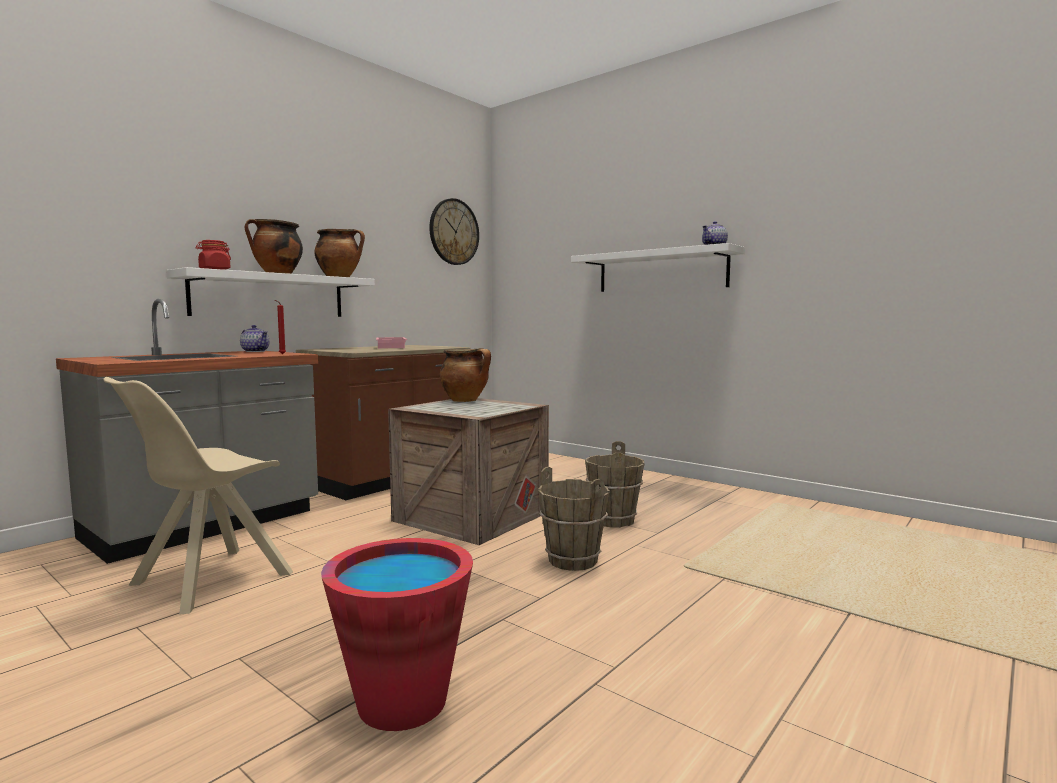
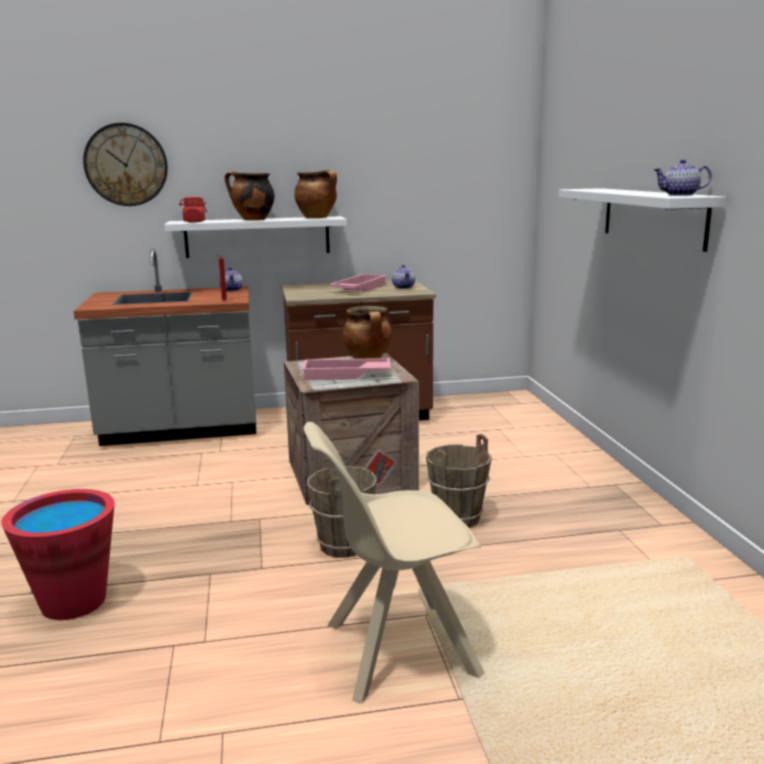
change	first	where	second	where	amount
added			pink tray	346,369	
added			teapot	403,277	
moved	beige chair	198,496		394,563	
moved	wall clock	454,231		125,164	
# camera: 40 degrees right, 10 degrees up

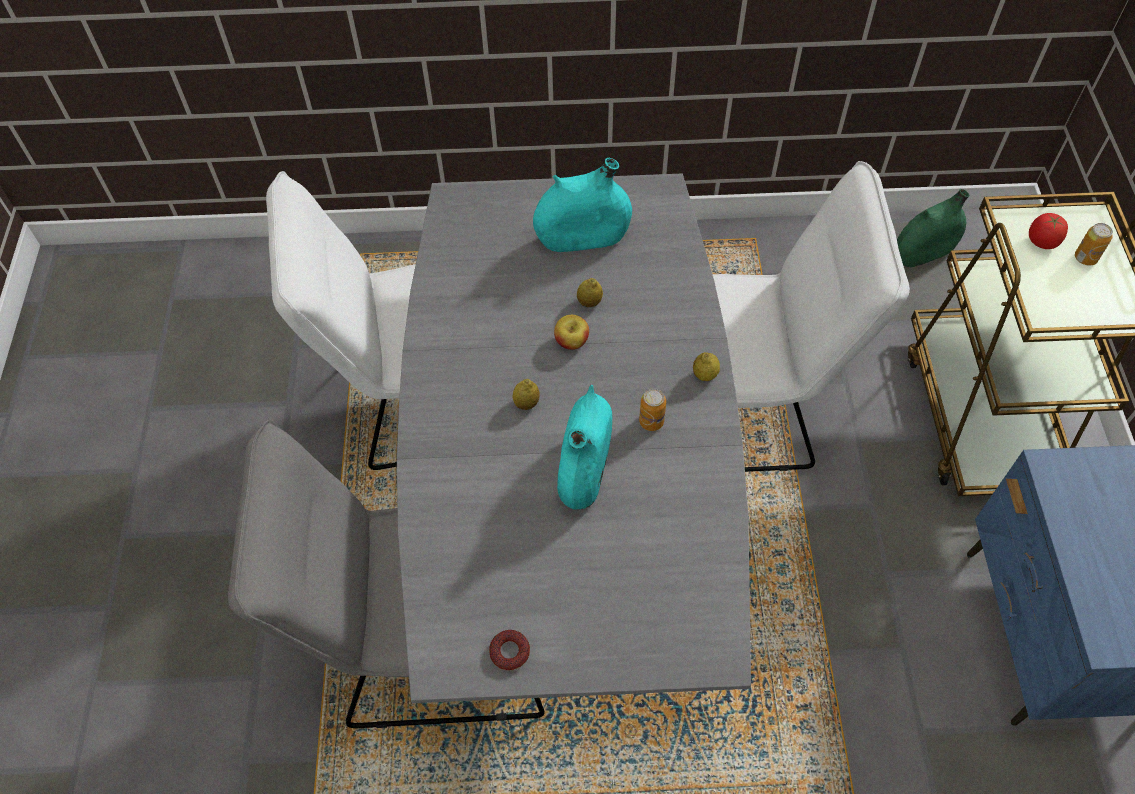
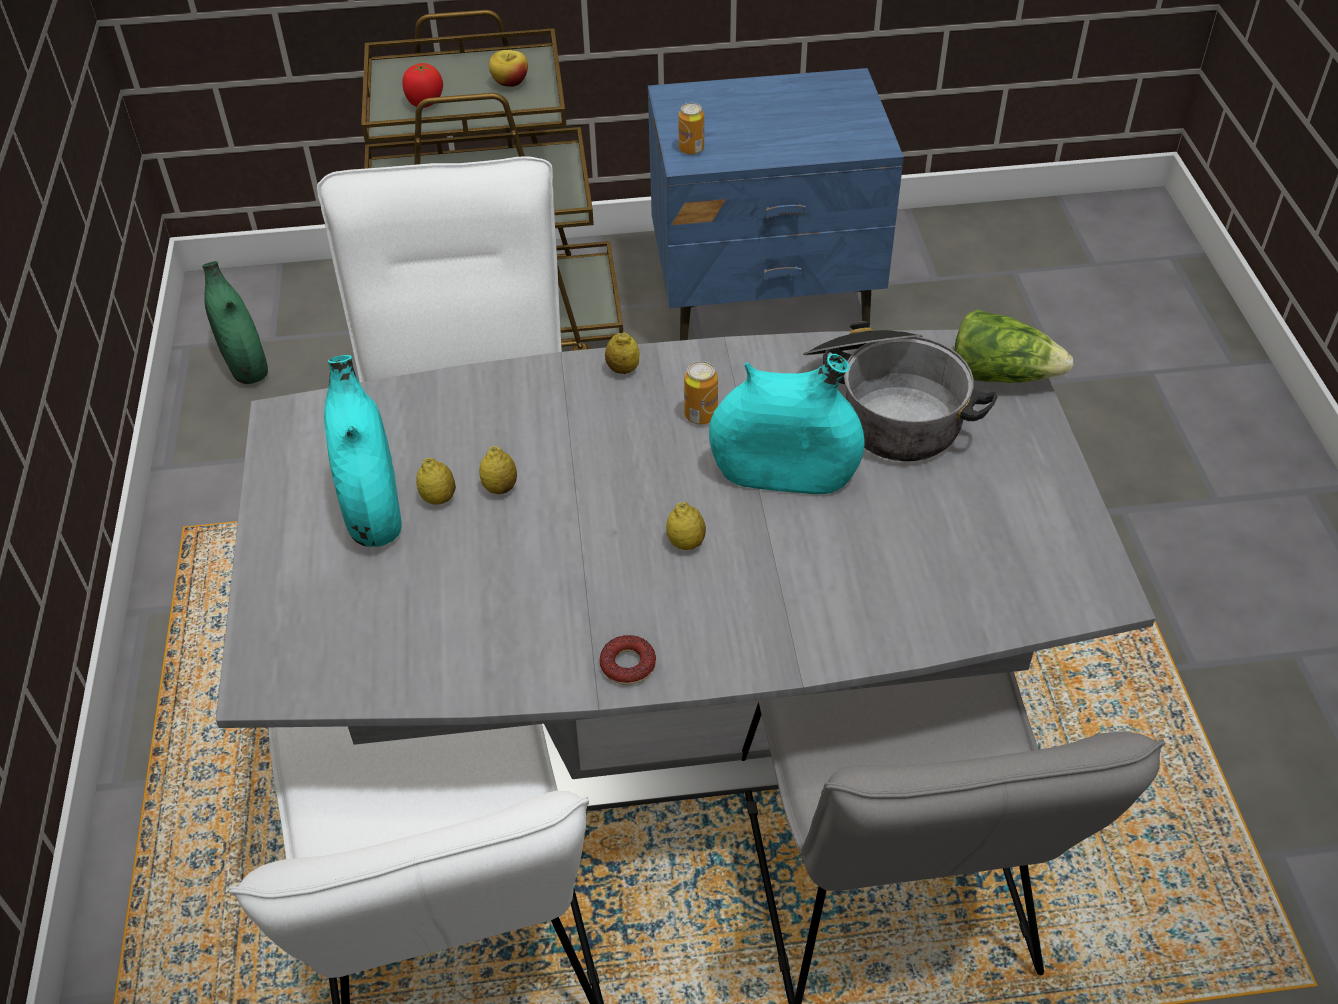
change	first	where	second	where	amount
added			lemon	436,481	
added			cooking pot	900,391	
added			lettuce	1014,346	
moved	donut	509,650		628,660	
moved	apple	571,332		508,68	
moved	can	1094,244		691,129	
# camera: 95 degrees left, 10 degrees down

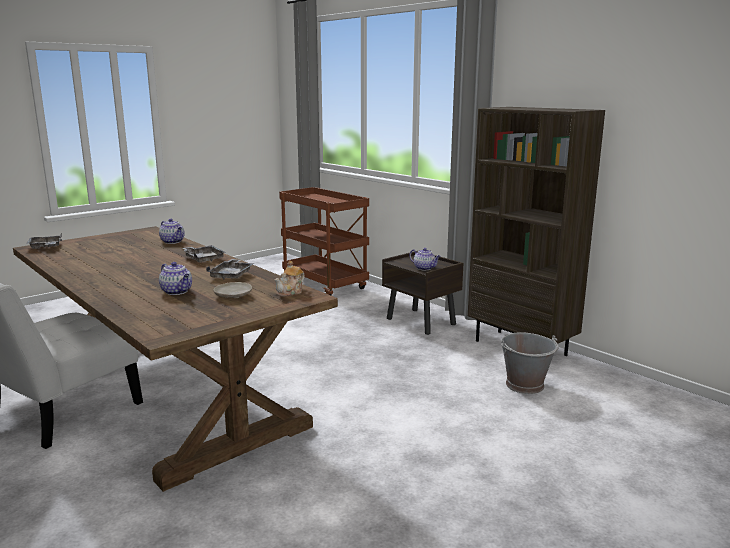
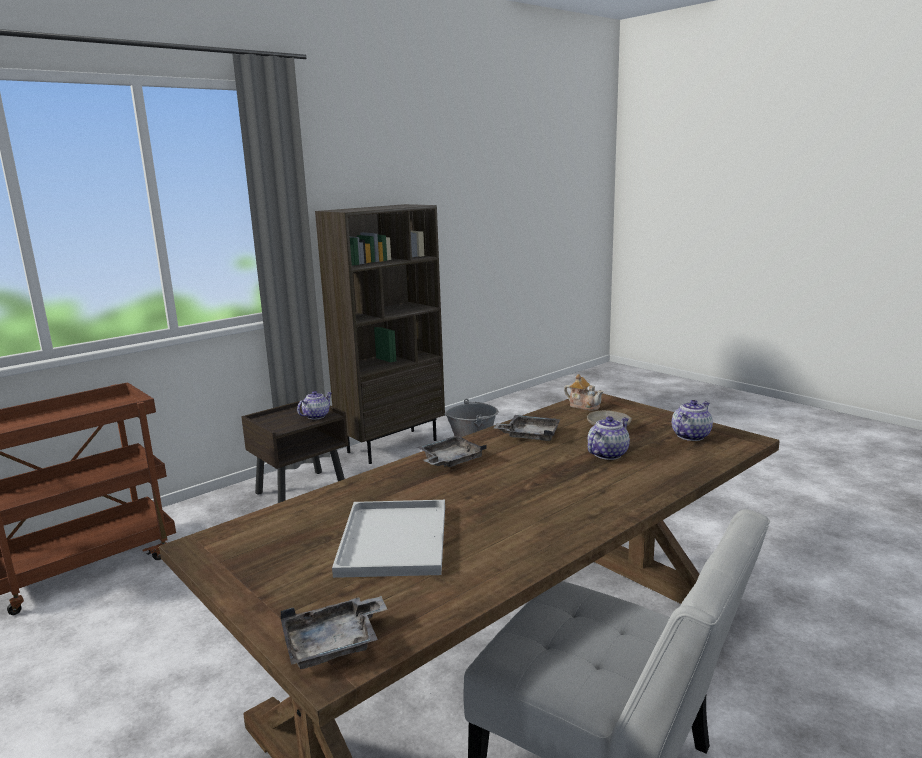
change	first	where	second	where	amount
added			white tray	388,539	
moved	teapot	172,231		692,420	
# camera: 90 degrees left, 0 degrees up

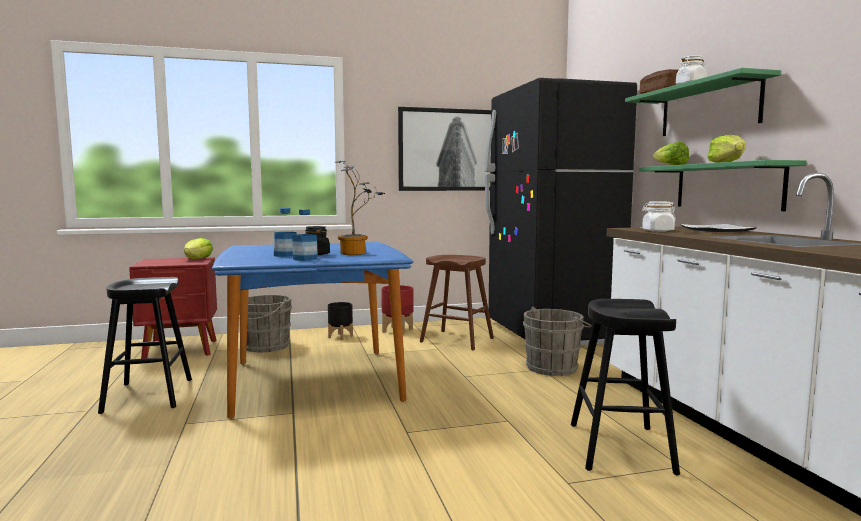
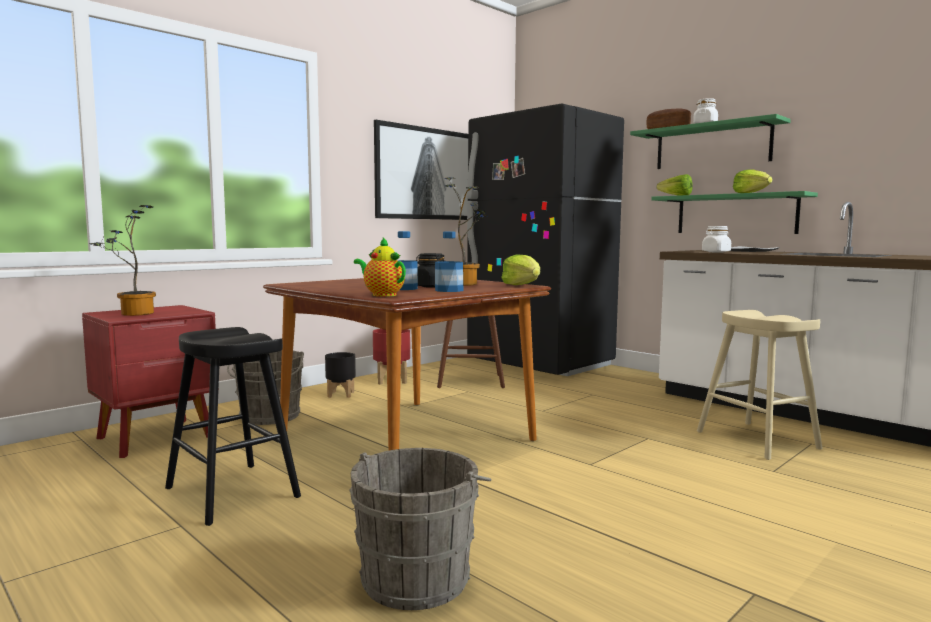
change	first	where	second	where	amount
added			potted plant	122,260	
added			teapot	380,267	
moved	lettuce	198,248		520,269	
moved	grey bucket	557,341		420,529	
recoloured	blue dining table	312,330	brown dining table	407,364	
recoloured	black stool	625,387	beige stool	760,385	
# camera: 30 degrees left, 0 degrees up

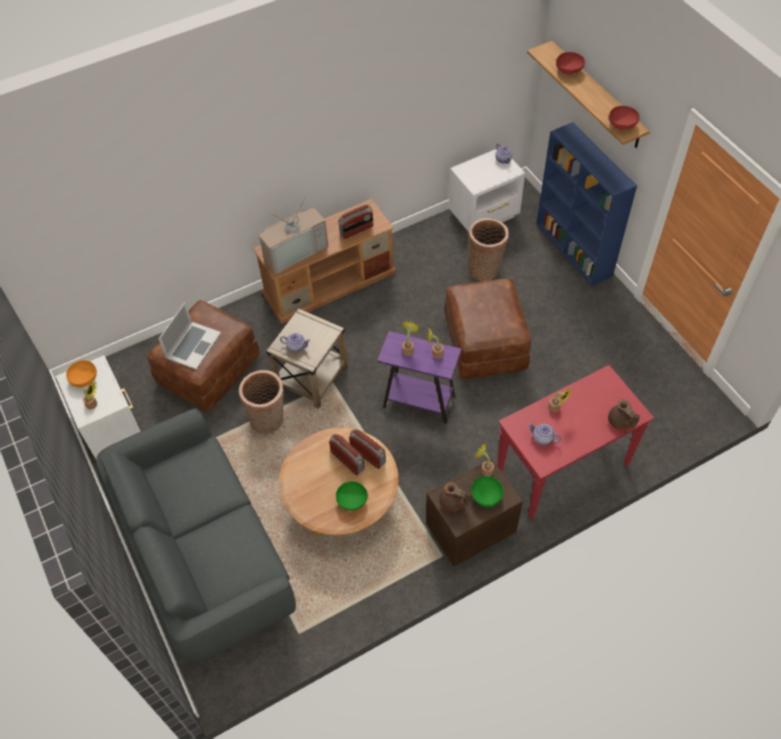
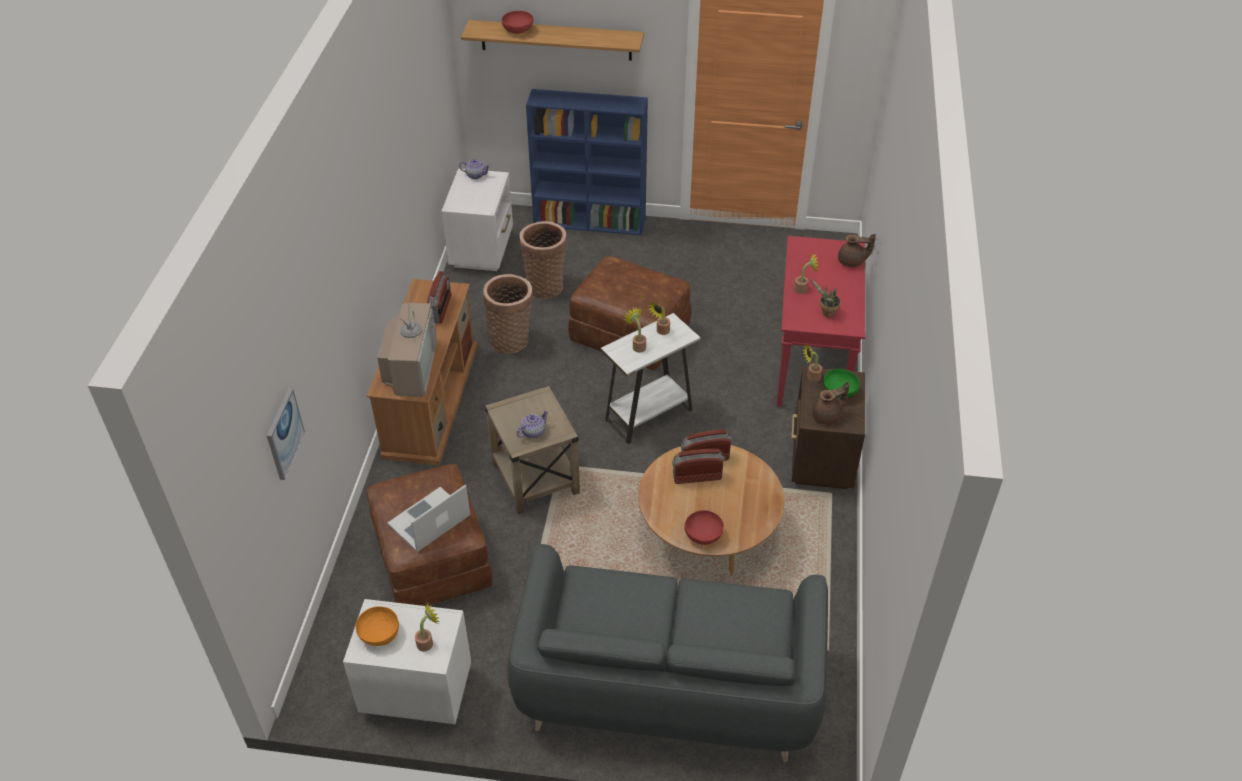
change	first	where	second	where	amount
removed	green bowl	352,495			
added			picture	286,434	
moved	basket	261,402		508,314	
moved	red bowl	624,118		704,527	
replaced	teapot	544,434	potted plant	826,298	
recoloured	purple side table	419,377	white side table	650,378	
turned	laptop	190,336		428,518	105 degrees counterclockwise
# camera: 55 degrees left, 10 degrees down

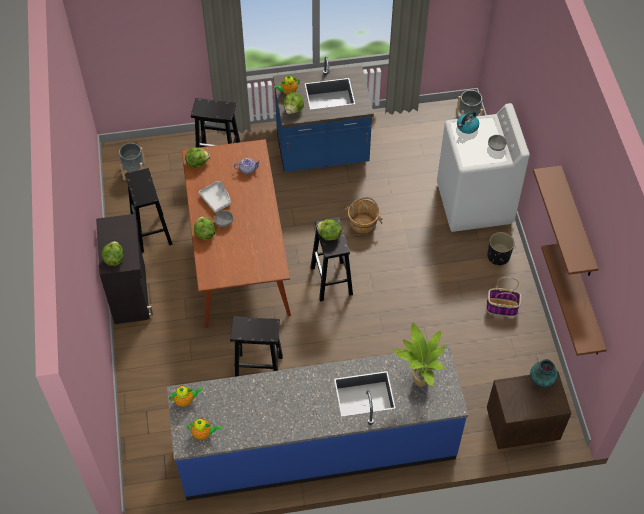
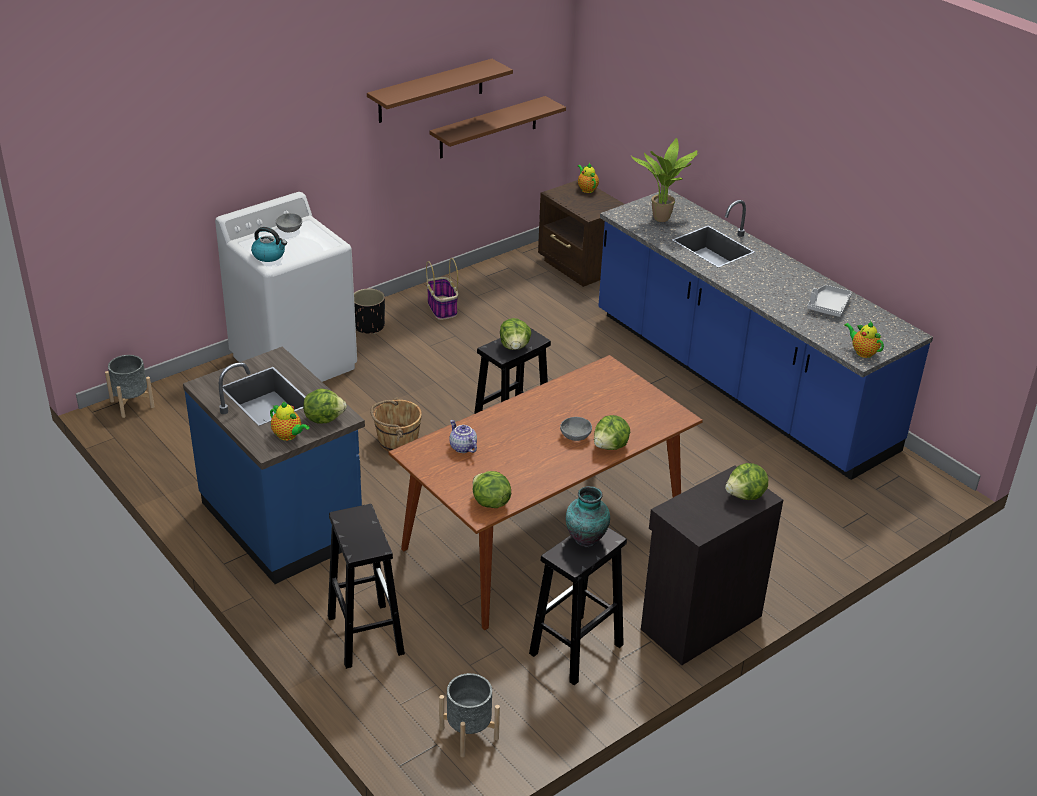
change	first	where	second	where	amount
removed	black stool	256,346			
moved	teapot	204,428		588,178	
moved	grey tray	215,197		829,301	
moved	vase	544,374		588,516	
# camera: 120 degrees left, 20 degrees down

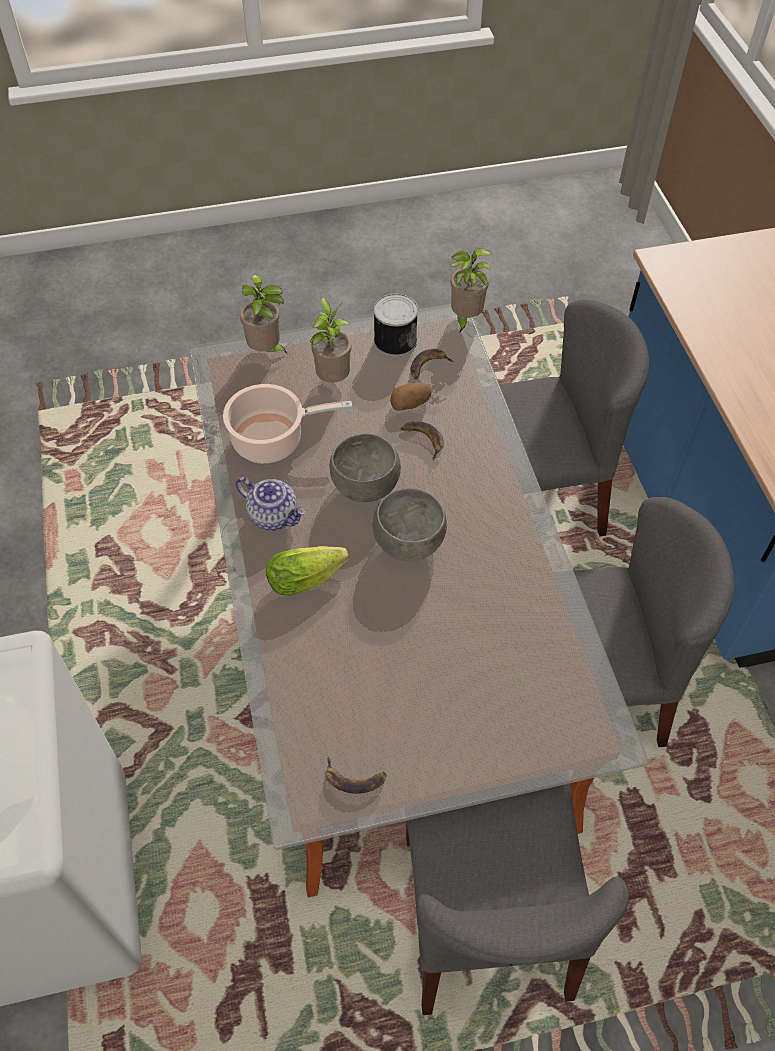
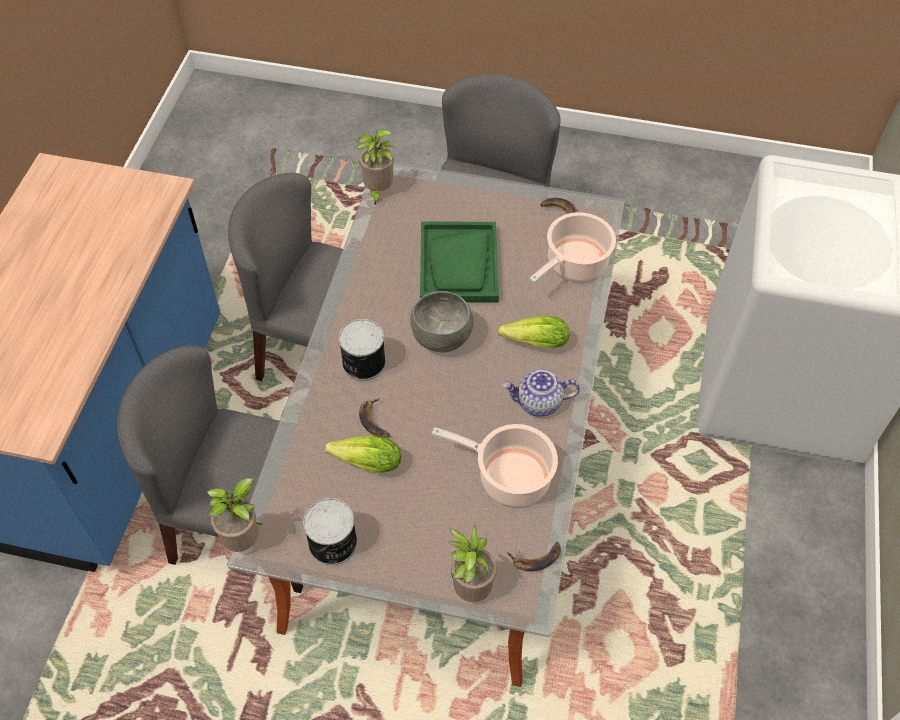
change	first	where	second	where	amount
removed	grey bowl	365,468			
added			can	362,350	
added			green tray	459,262	
added			cooking pot	572,247	
moved	potted plant	331,340		376,168	
moved	banana	432,364		534,556	
replaced	potato	410,396	lettuce	363,454	
turned	teapot	271,504		541,393	60 degrees counterclockwise
# camera: 155 degrees left, 0 degrees up

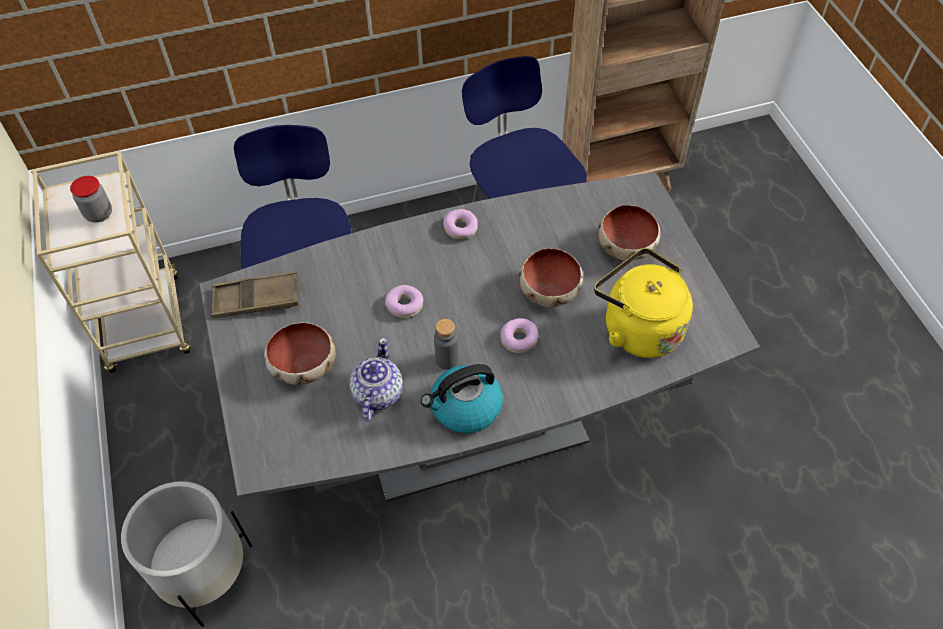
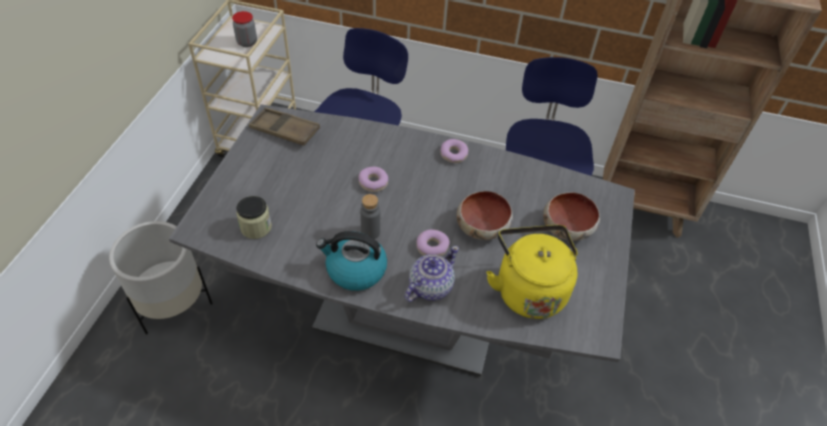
change	first	where	second	where	amount
removed	bowl	300,353			
added			jar	254,217	
moved	teapot	376,380		432,274	
# camera: 30 degrees right, 5 degrees down

